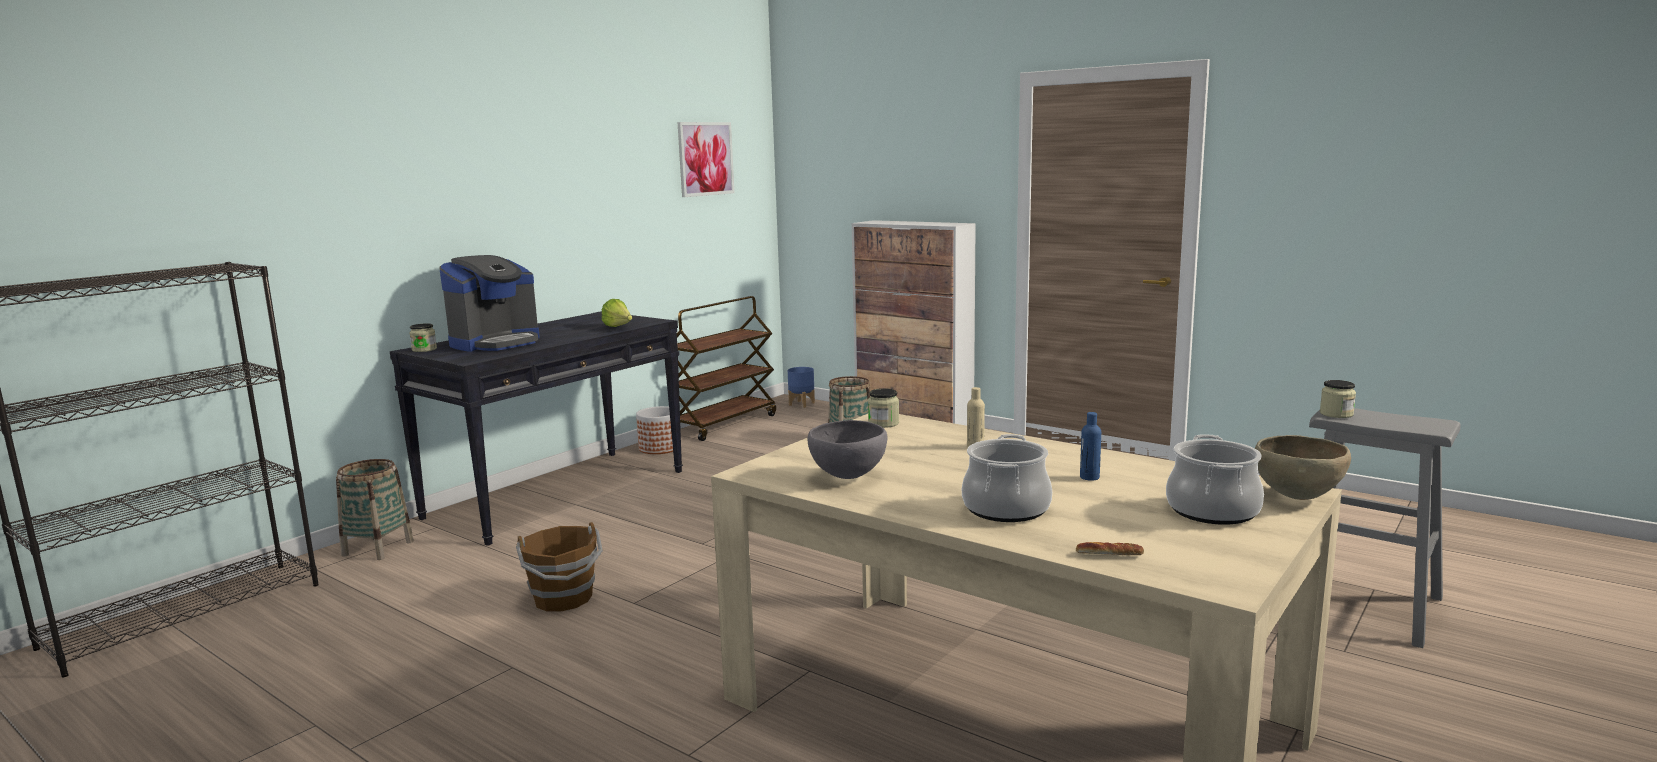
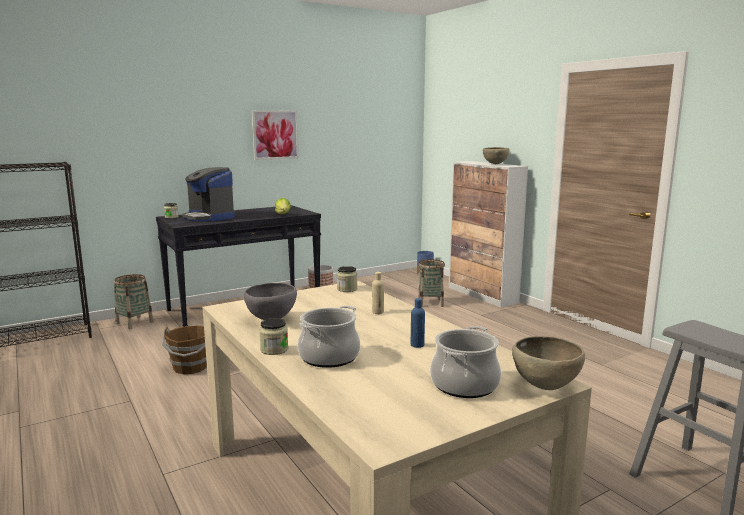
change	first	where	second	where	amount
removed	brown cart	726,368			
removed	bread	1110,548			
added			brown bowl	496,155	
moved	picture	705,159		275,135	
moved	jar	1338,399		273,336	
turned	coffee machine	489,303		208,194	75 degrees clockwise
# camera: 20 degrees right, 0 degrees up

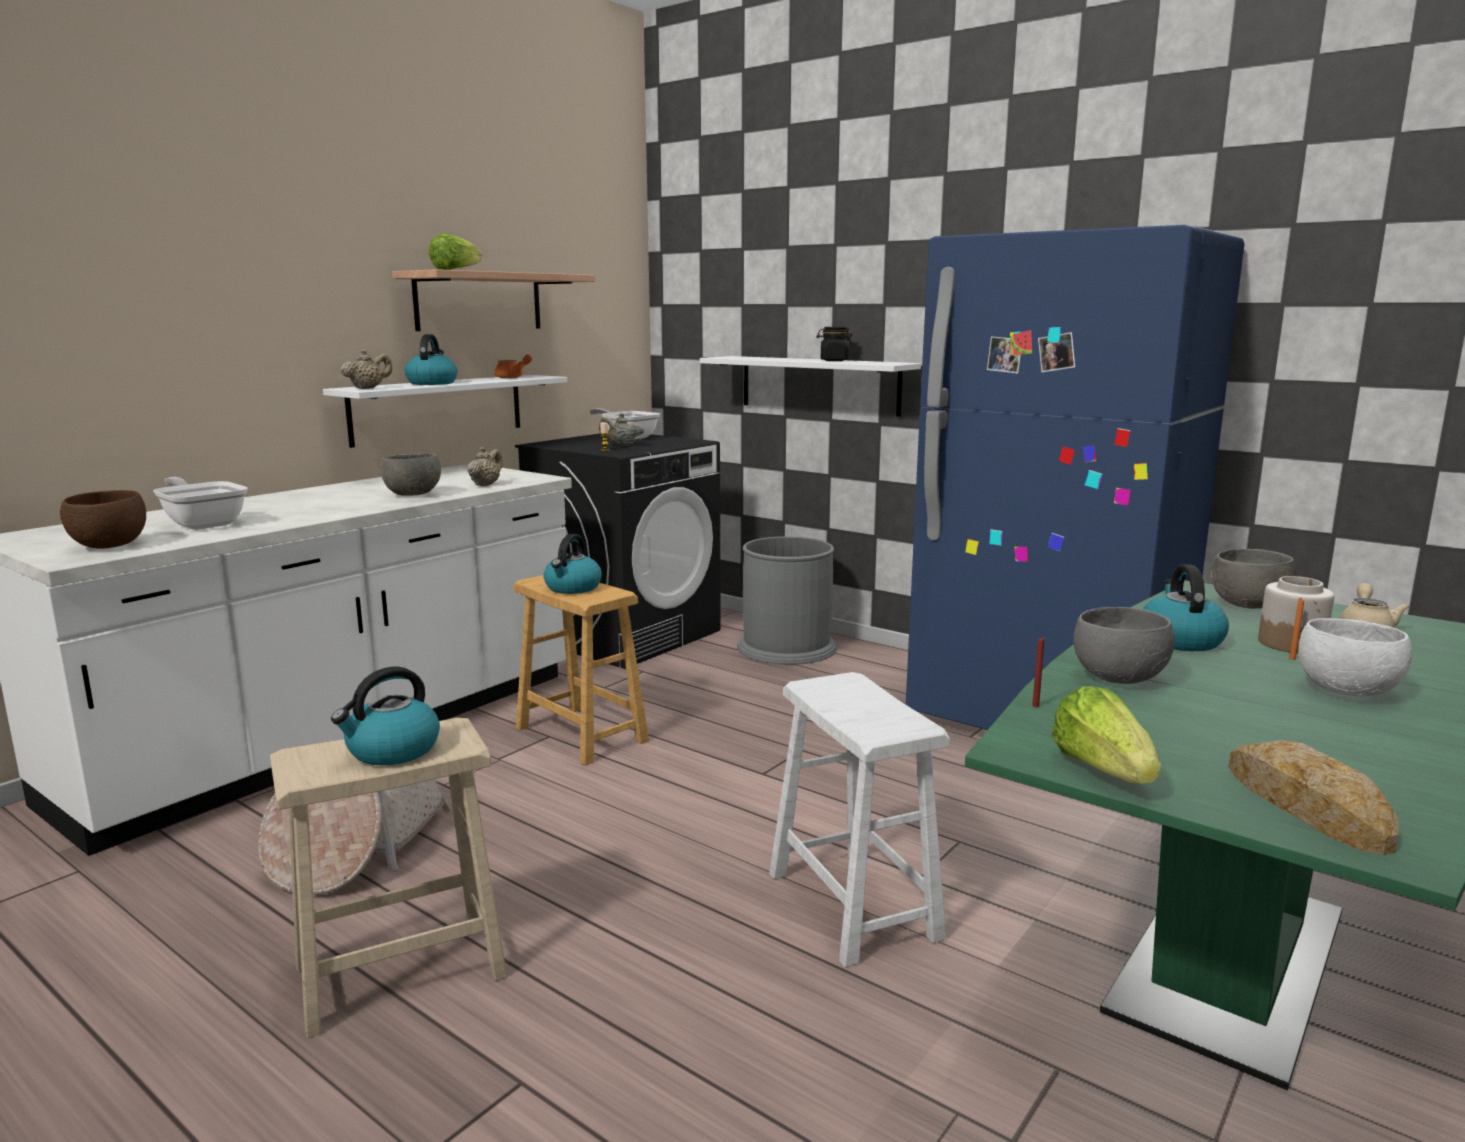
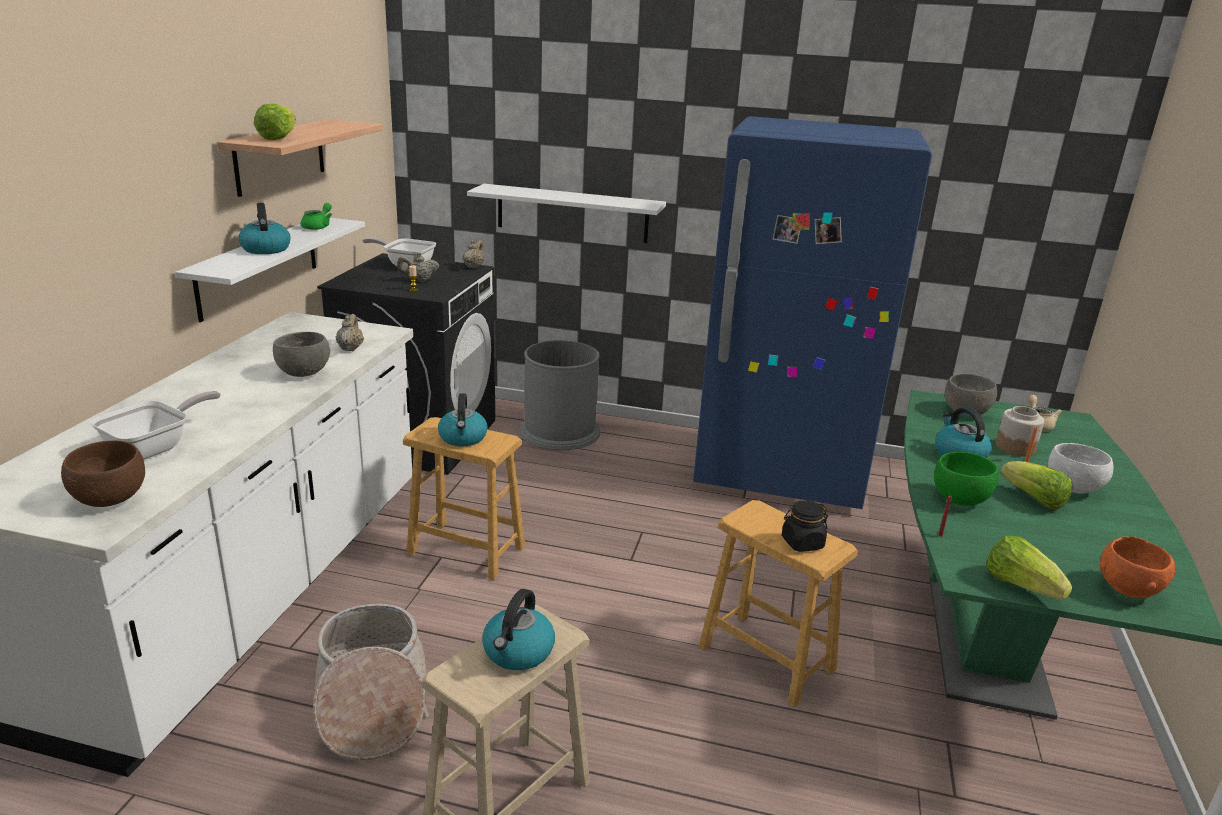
change	first	where	second	where	amount
added			lettuce	1036,485	
moved	beige teapot	367,369		473,254	
moved	black jar	834,344		805,526	
replaced	bread	1314,797	orange bowl	1137,567	
recoloured	orange teapot	513,366	green teapot	316,216	
recoloured	white stool	859,819	brown stool	778,603	
recoloured	grey bowl	1124,645	green bowl	966,479	
turned	frying pan	200,503		156,425	105 degrees clockwise
# camera: 25 degrees left, 10 degrees up

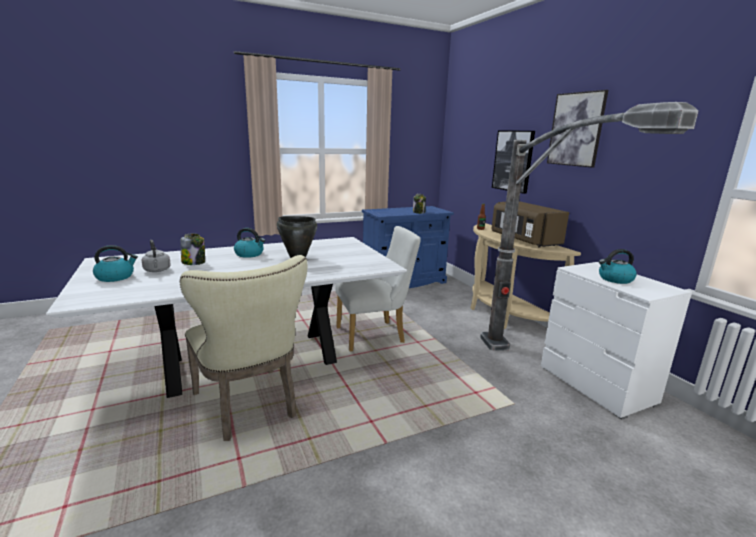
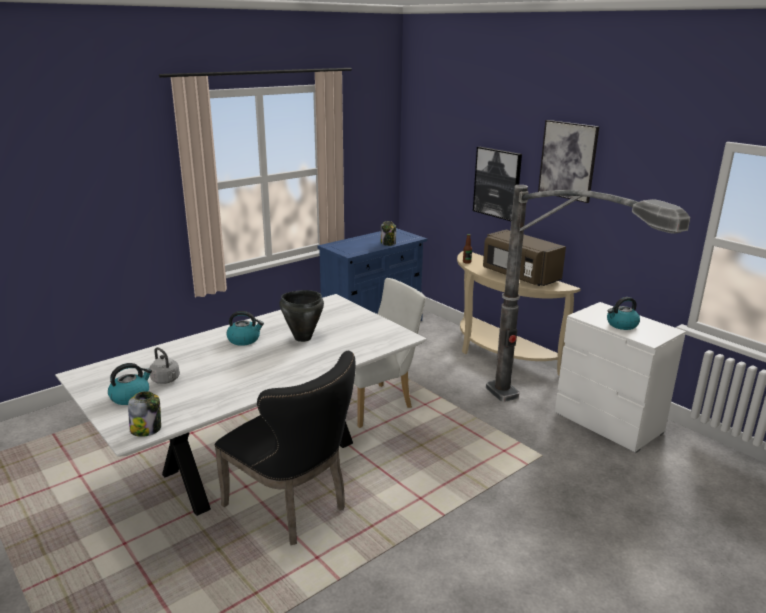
change	first	where	second	where	amount
moved	jar	192,249		144,414	
recoloured	beige chair	243,348	black chair	285,448	
# camera: 15 degrees left, 5 degrees up

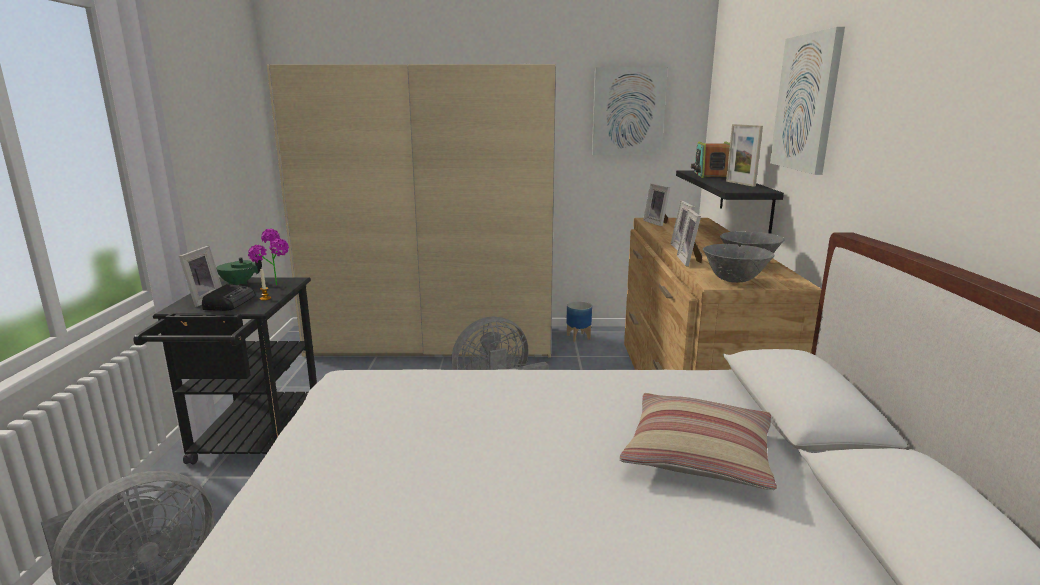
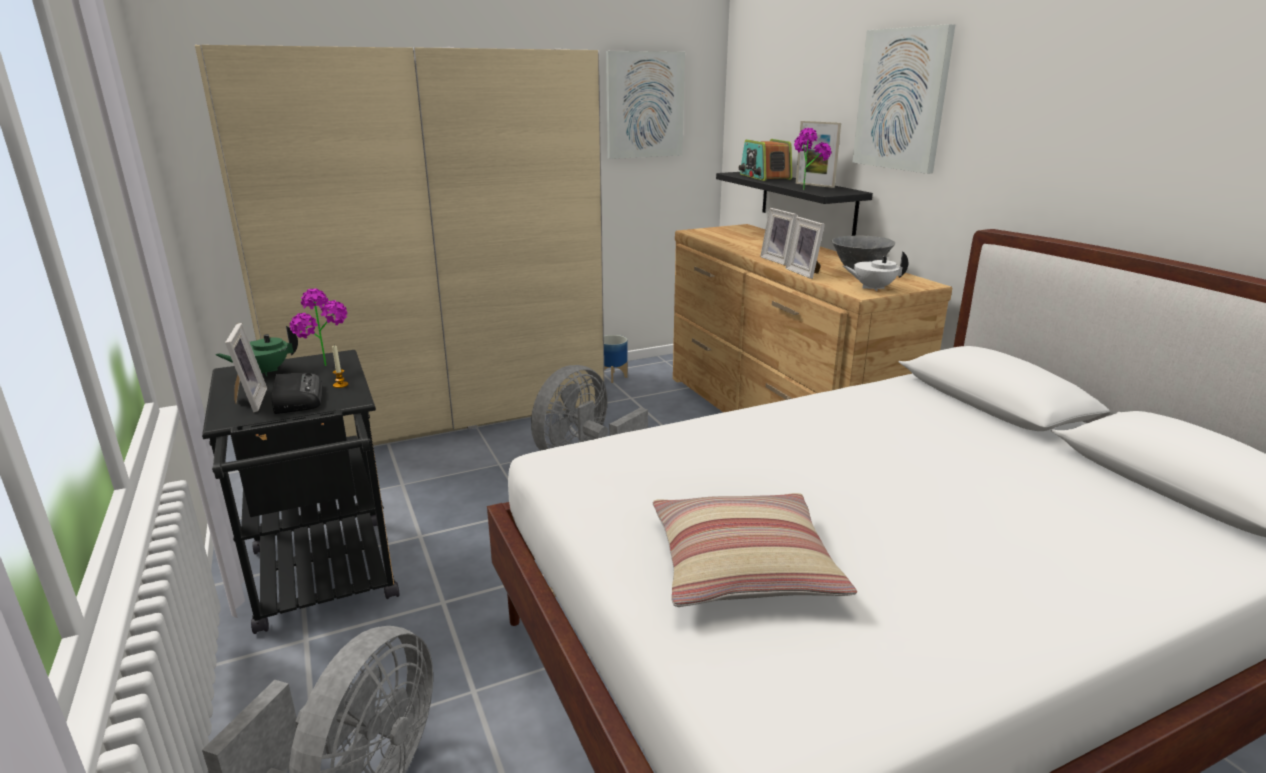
change	first	where	second	where	amount
removed	picture frame	656,204			
added			potted plant	813,159	
moved	pillow	698,441		755,550	
replaced	grey bowl	739,263	white teapot	875,271	
# camera: 25 degrees left, 5 degrees up

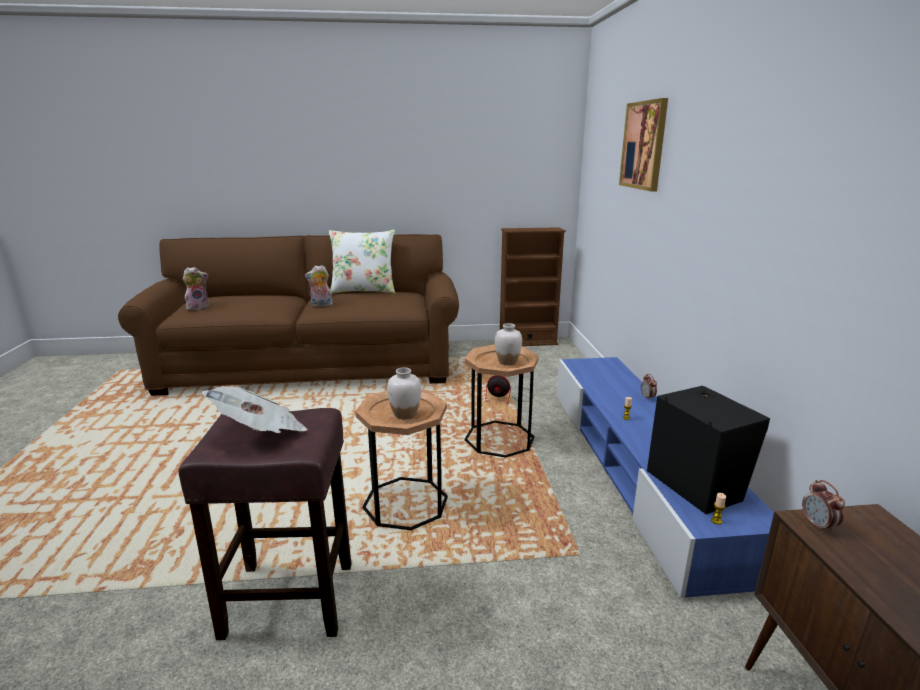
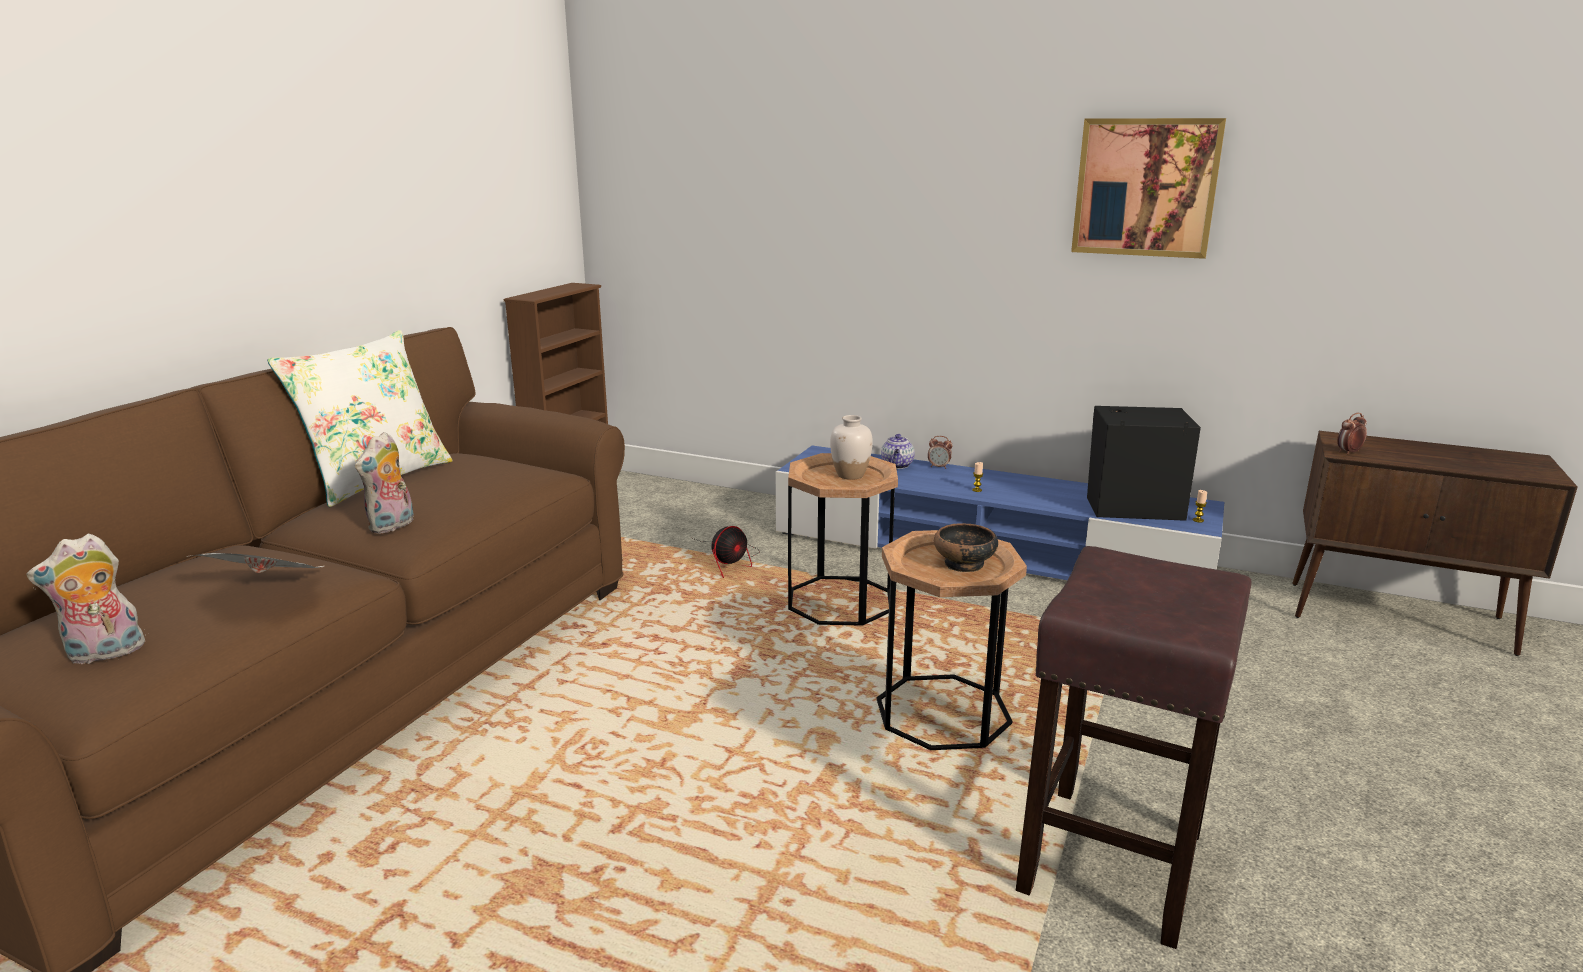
change	first	where	second	where	amount
added			teapot	898,451	
moved	newspaper	255,409		255,563	
moved	picture	643,144		1148,188	
replaced	white vase	404,393	bowl	966,547	
turned	plush toy	196,288		87,599	120 degrees counterclockwise
turned	alarm clock	823,507		1352,433	135 degrees clockwise
# camera: 60 degrees left, 0 degrees up

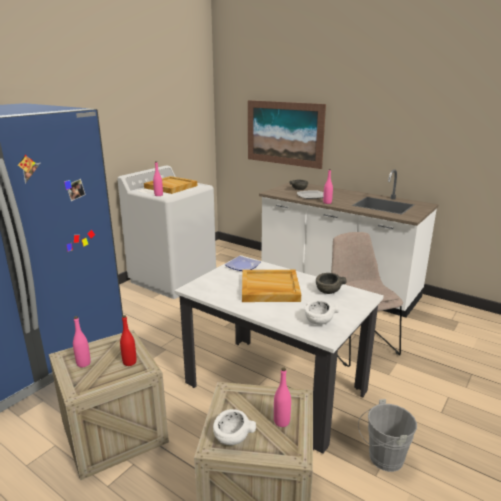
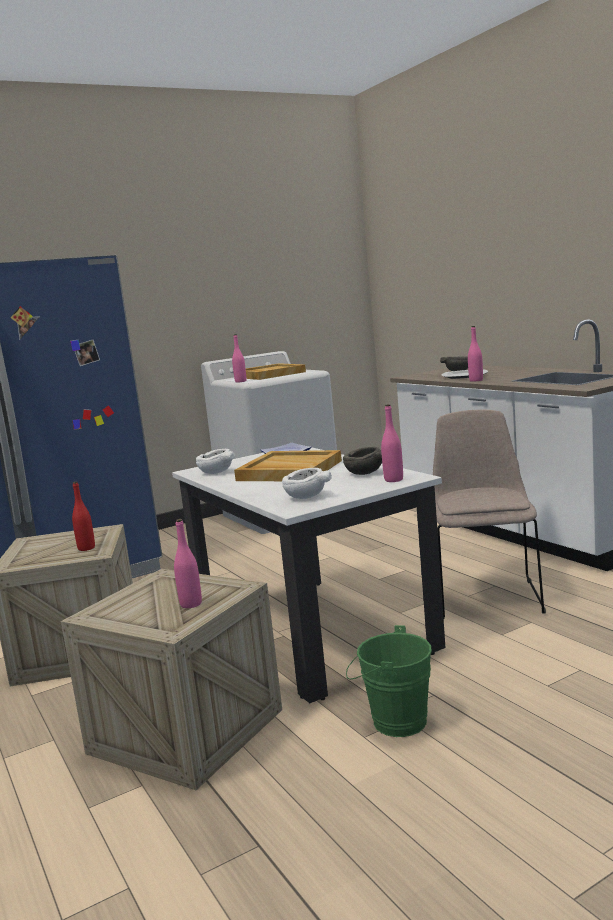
change	first	where	second	where	amount
removed	picture	287,134			
moved	pink bottle	82,341		392,443	
moved	white bowl	234,427		215,461	
recoloured	grey bucket	387,435	green bucket	389,681	
# camera: 25 degrees right, 10 degrees down

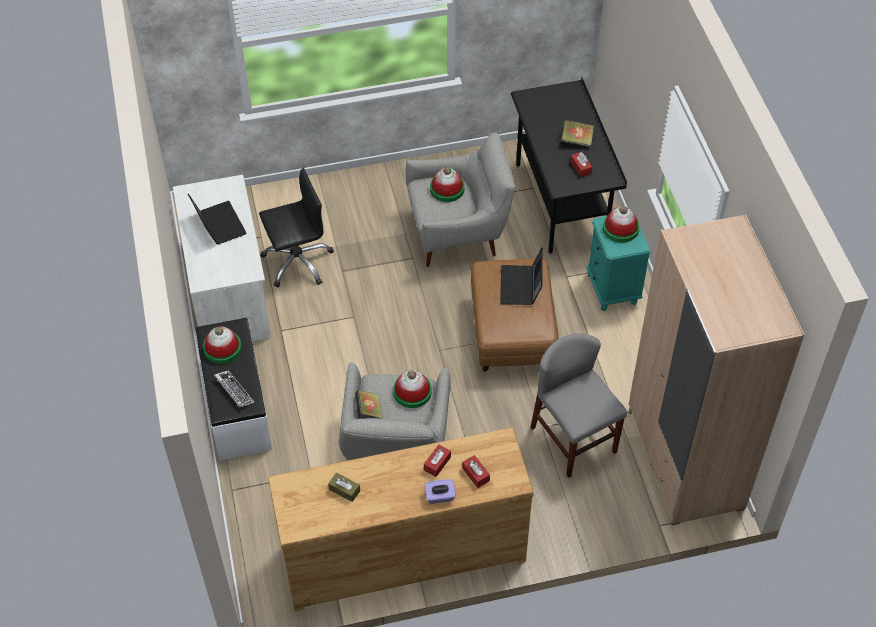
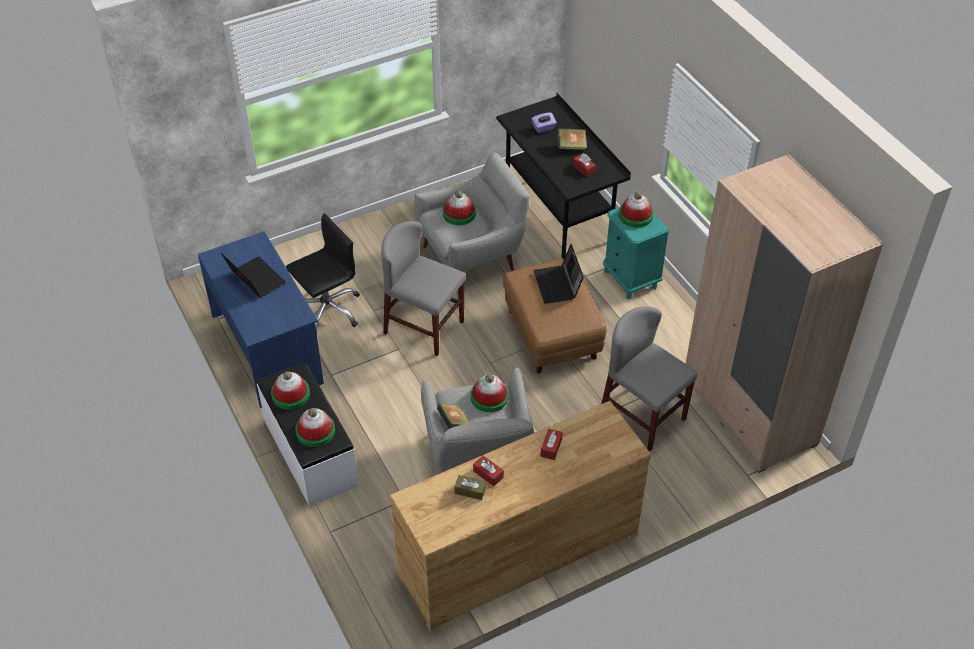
change	first	where	second	where	amount
added			grey chair	423,288	
moved	purple tissue box	440,491		544,123	
moved	red tissue box	476,471		488,471	
replaced	keyboard	234,388	hat	315,427	
recoloured	white desk	222,258	blue desk	261,319	
# camera: 15 degrees left, 5 degrees down

